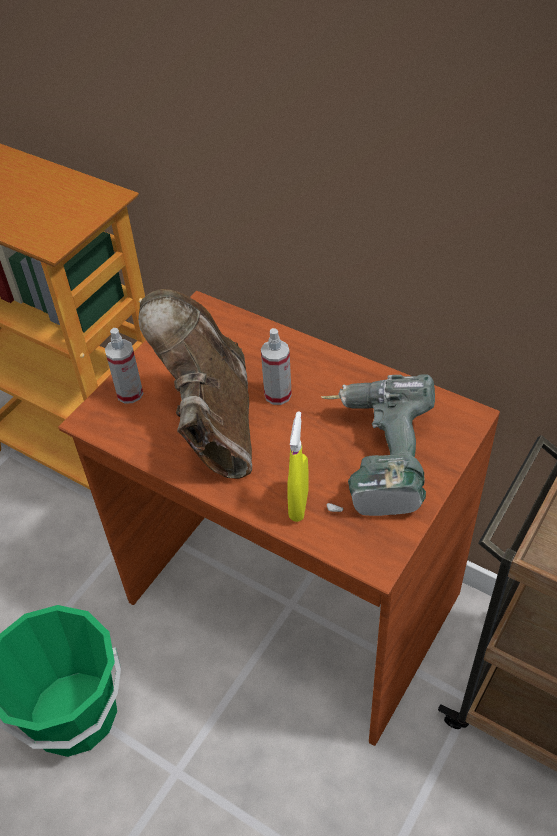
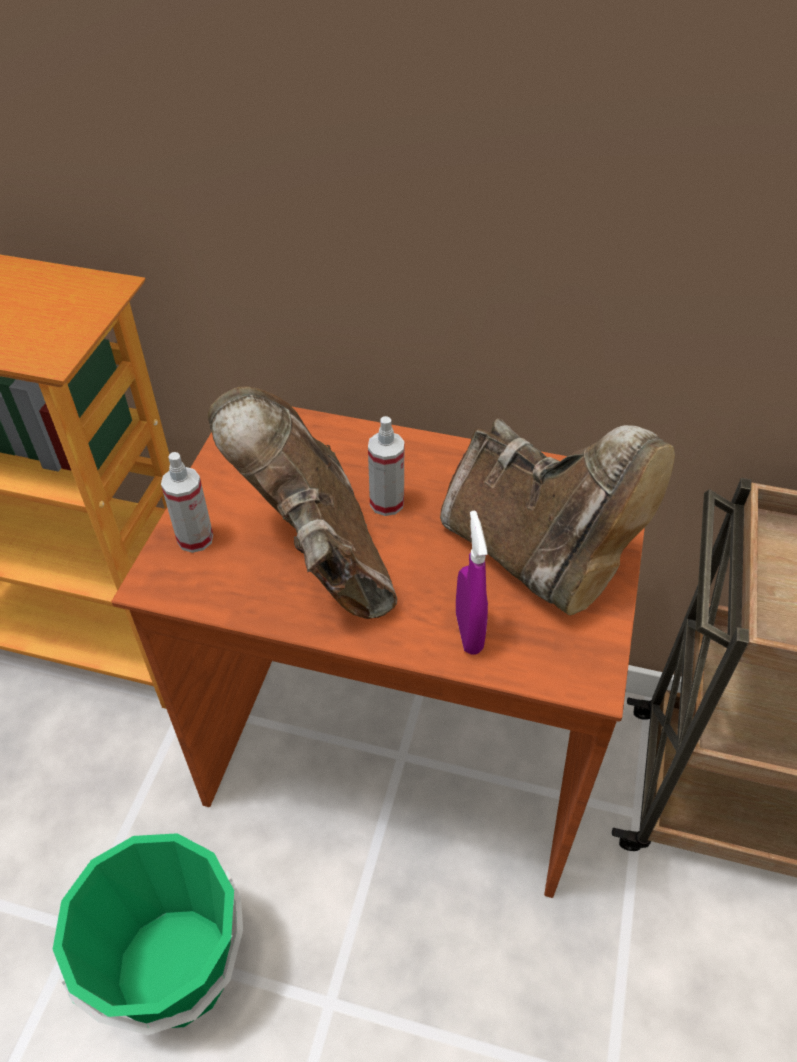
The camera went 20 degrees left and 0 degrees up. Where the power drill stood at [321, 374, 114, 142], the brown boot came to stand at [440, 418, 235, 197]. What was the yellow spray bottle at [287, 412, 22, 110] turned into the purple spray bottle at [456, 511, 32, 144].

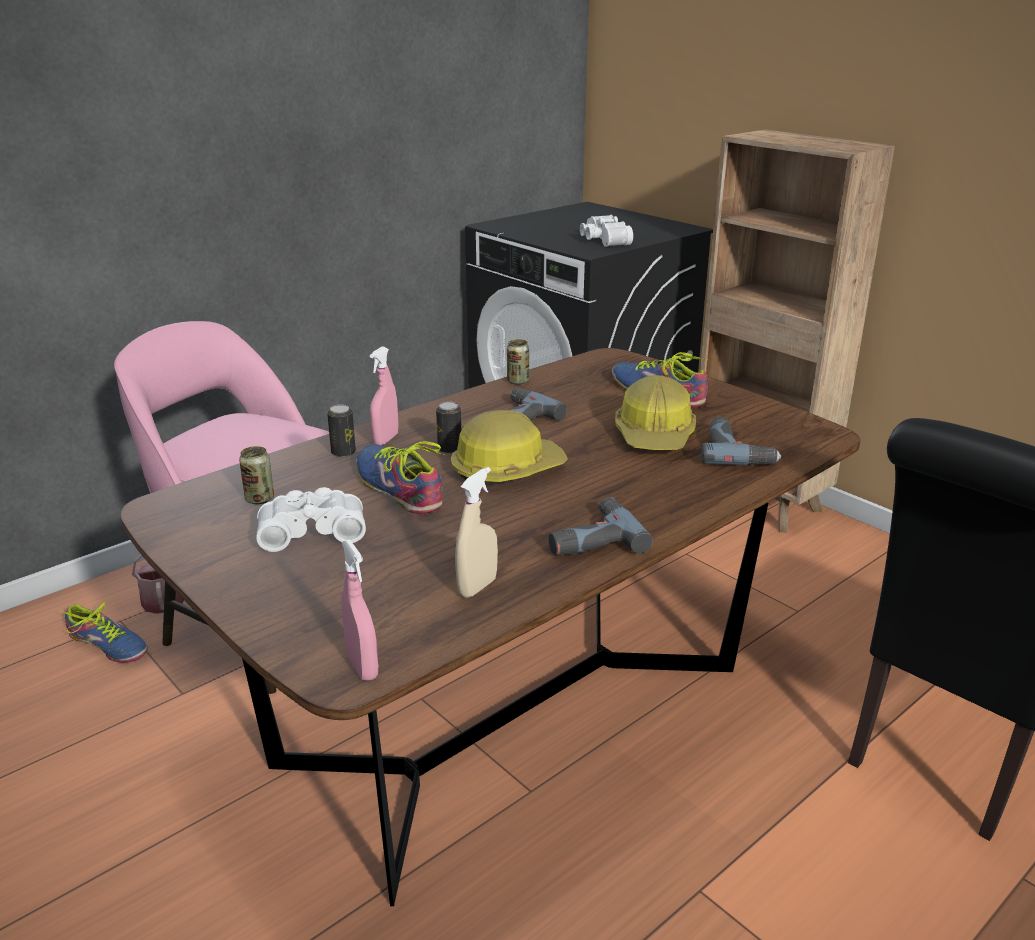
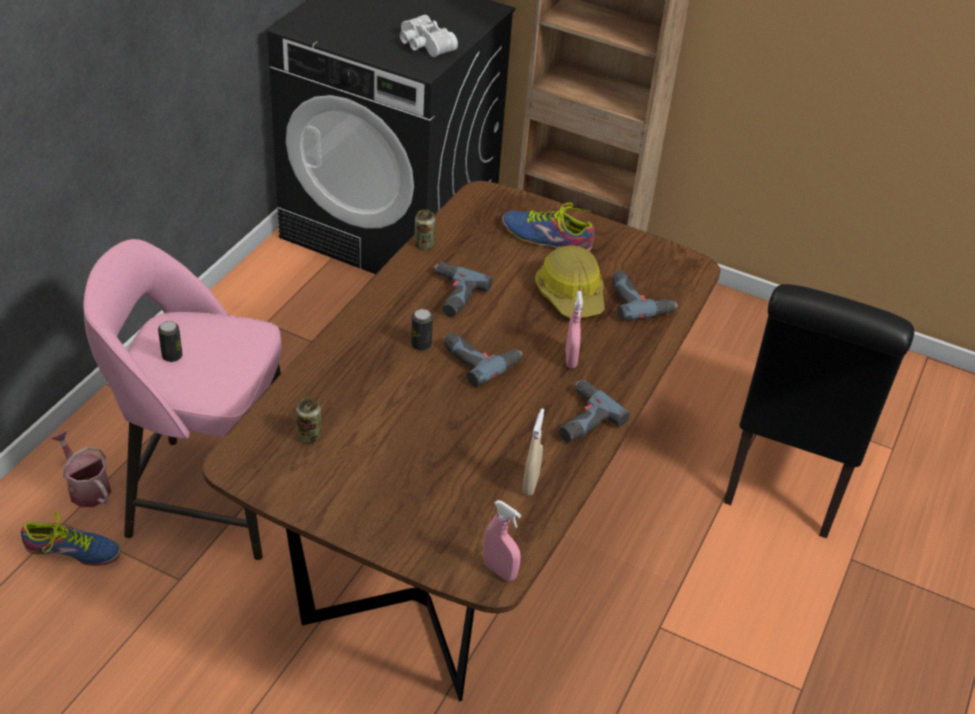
The camera went 25 degrees left and 15 degrees up. The can ended up elsewhere, having gone from [327, 405, 29, 52] to [158, 321, 24, 41]. Where the hard hat stood at [451, 410, 117, 72], the power drill came to stand at [443, 333, 79, 54]. The pink spray bottle ended up elsewhere, having gone from [370, 347, 28, 98] to [566, 291, 17, 77]. The second view lost the white binoculars at [256, 487, 110, 65]. The second view lost the shoe at [356, 441, 89, 73].

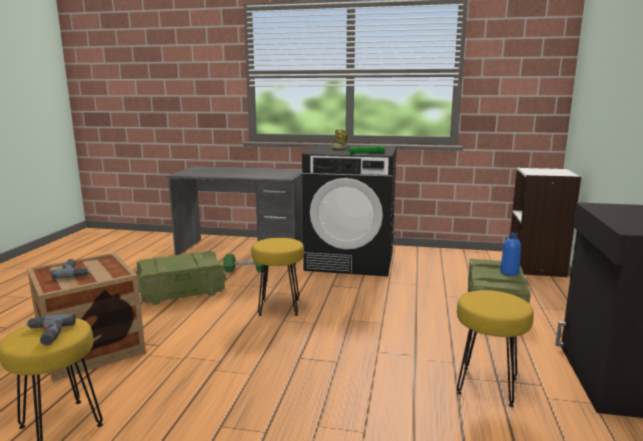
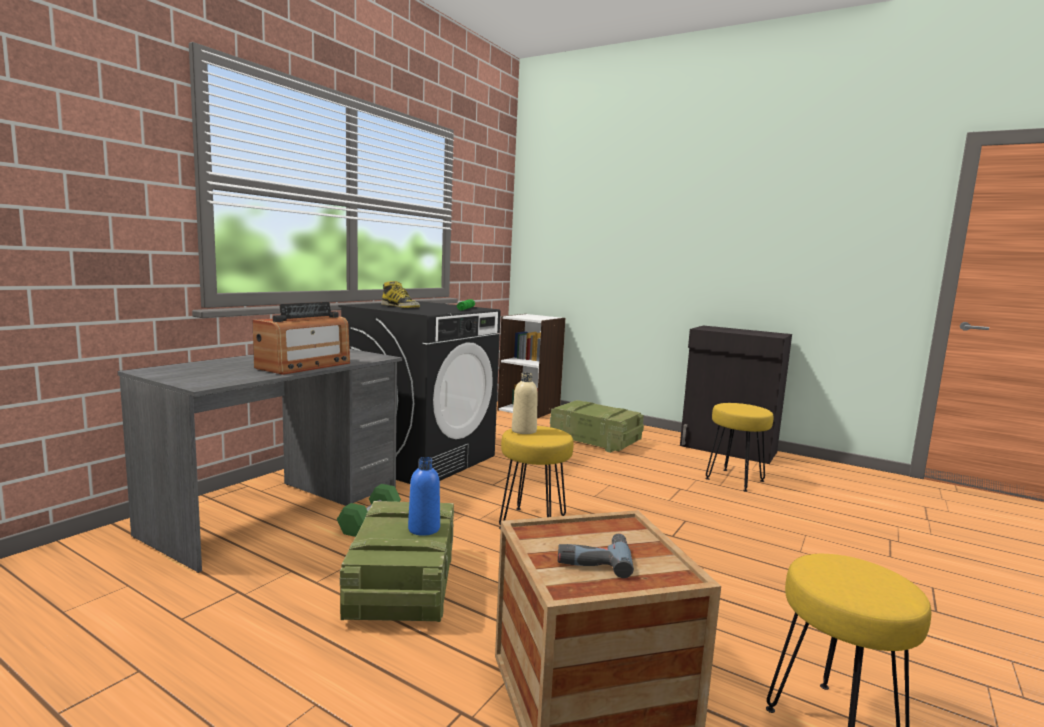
The camera went 70 degrees left and 5 degrees down. The second view gained the radio at [252, 302, 98, 73]. The blue bottle ended up elsewhere, having gone from [500, 232, 21, 44] to [408, 457, 32, 79]. The second view gained the beige bottle at [512, 373, 26, 61]. The second view lost the power drill at [26, 314, 50, 31].

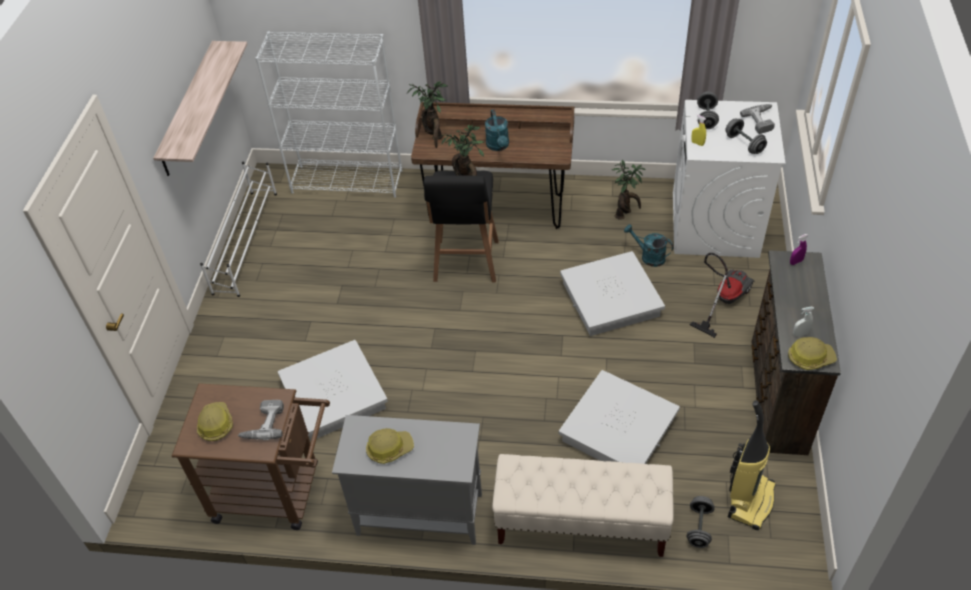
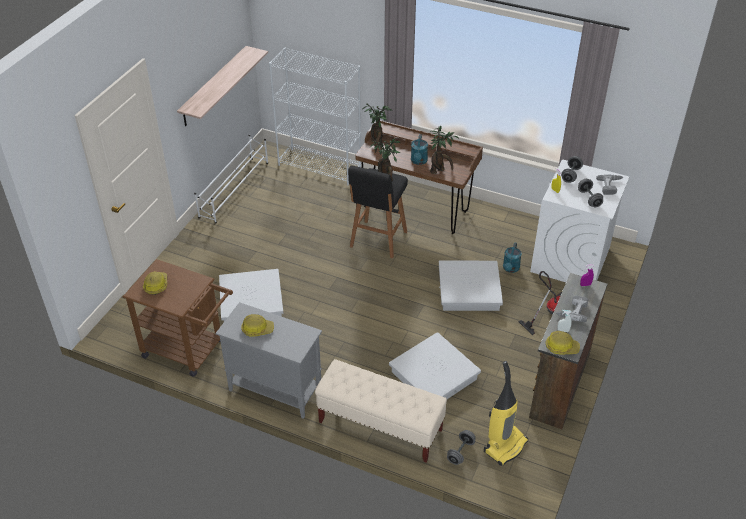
The camera went 15 degrees right and 5 degrees down. The potted plant ended up elsewhere, having gone from [612, 160, 34, 60] to [430, 126, 29, 48]. The turquoise watering can at [624, 224, 49, 43] ended up facing another way, 120 degrees counterclockwise from before. The power drill ended up elsewhere, having gone from [238, 400, 46, 40] to [556, 295, 32, 27].

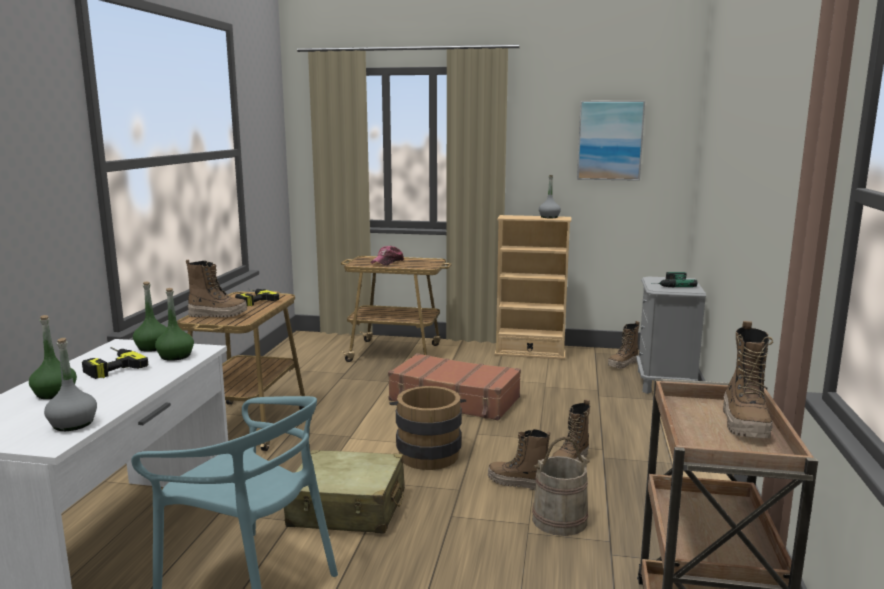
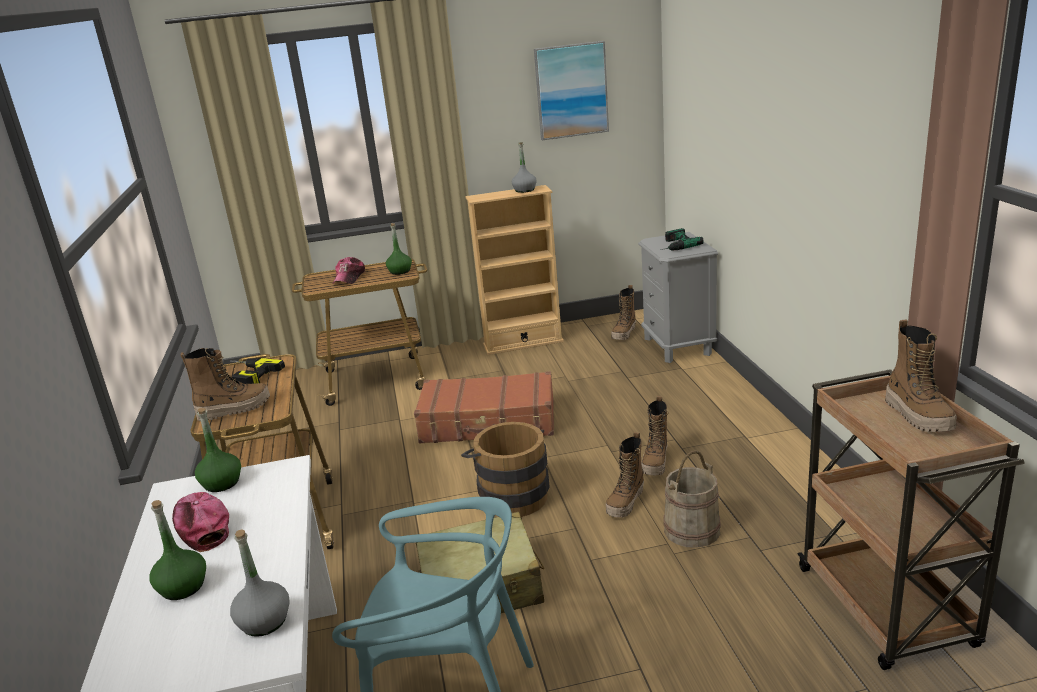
The camera went 20 degrees left and 10 degrees up. Where the power drill stood at [82, 347, 66, 32], the cap came to stand at [172, 492, 57, 60]. The green bottle ended up elsewhere, having gone from [155, 288, 39, 73] to [386, 223, 26, 52]. The boot at [488, 429, 63, 62] ended up facing another way, 60 degrees counterclockwise from before.

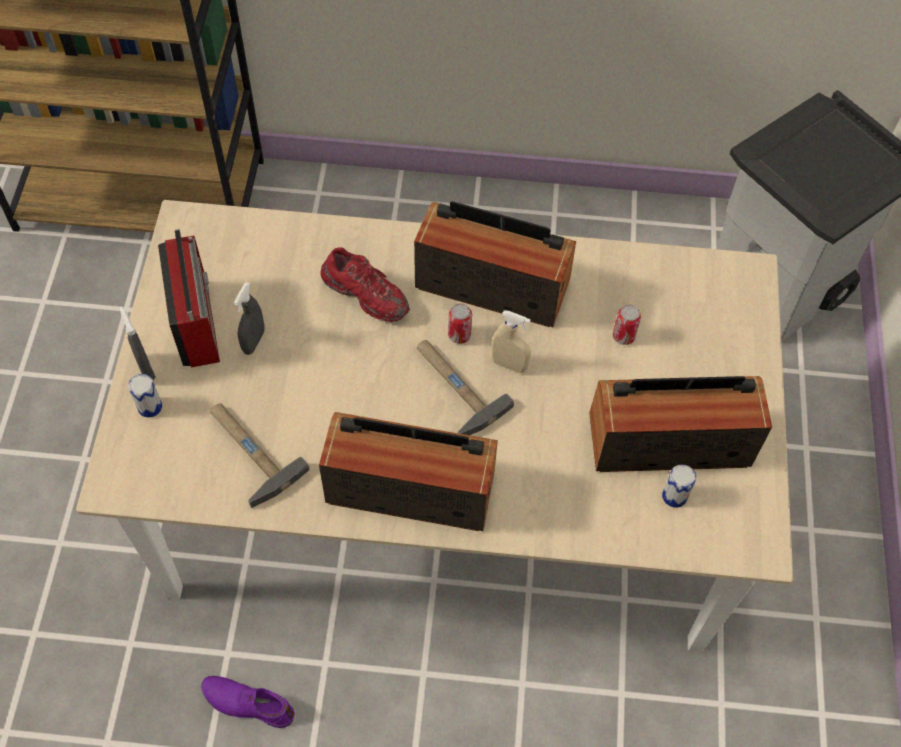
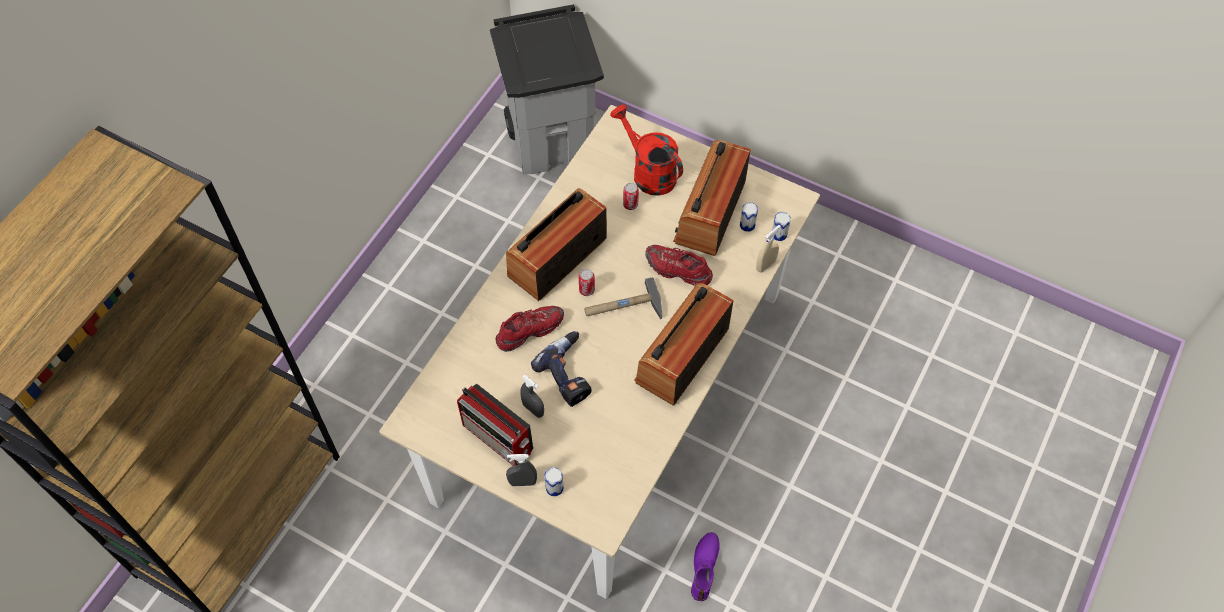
The camera went 65 degrees left and 0 degrees up. The radio at [158, 229, 62, 139] ended up facing another way, 150 degrees counterclockwise from before. The second view gained the power drill at [531, 331, 61, 76]. The second view gained the red watering can at [610, 104, 73, 92]. The second view gained the red shoe at [645, 245, 68, 41]. The purple shoe at [201, 676, 94, 52] ended up facing another way, 150 degrees clockwise from before. The beige spray bottle ended up elsewhere, having gone from [492, 310, 39, 63] to [756, 225, 25, 47]. The second view gained the can at [772, 212, 19, 29]. The second view lost the hammer at [210, 403, 100, 105].

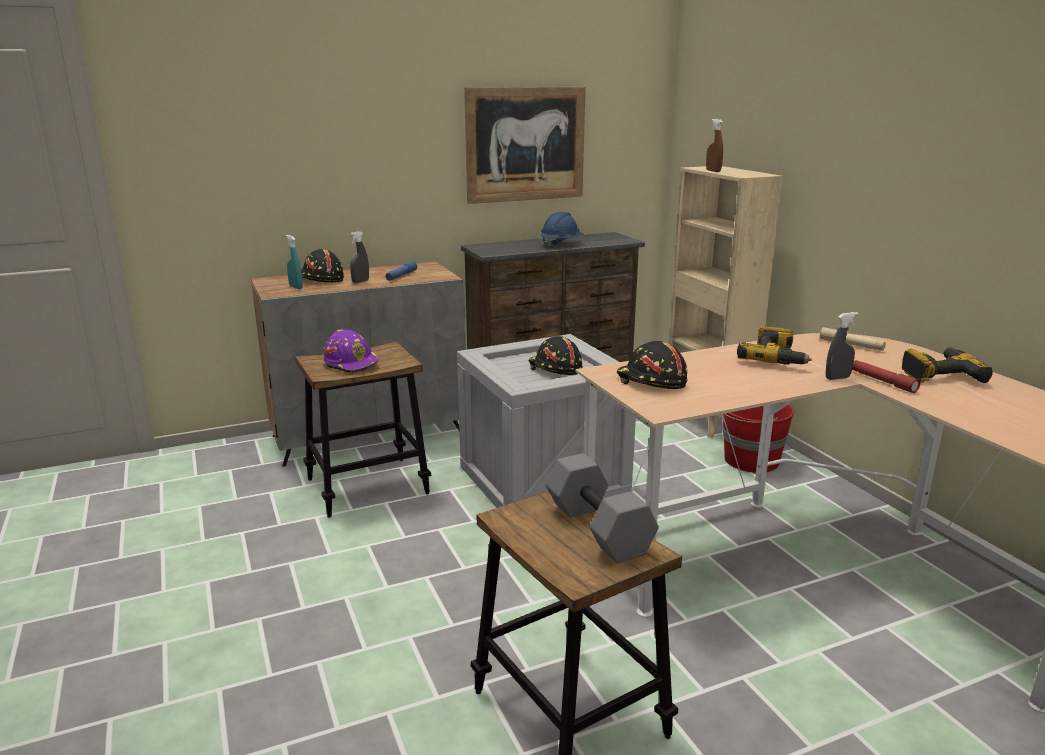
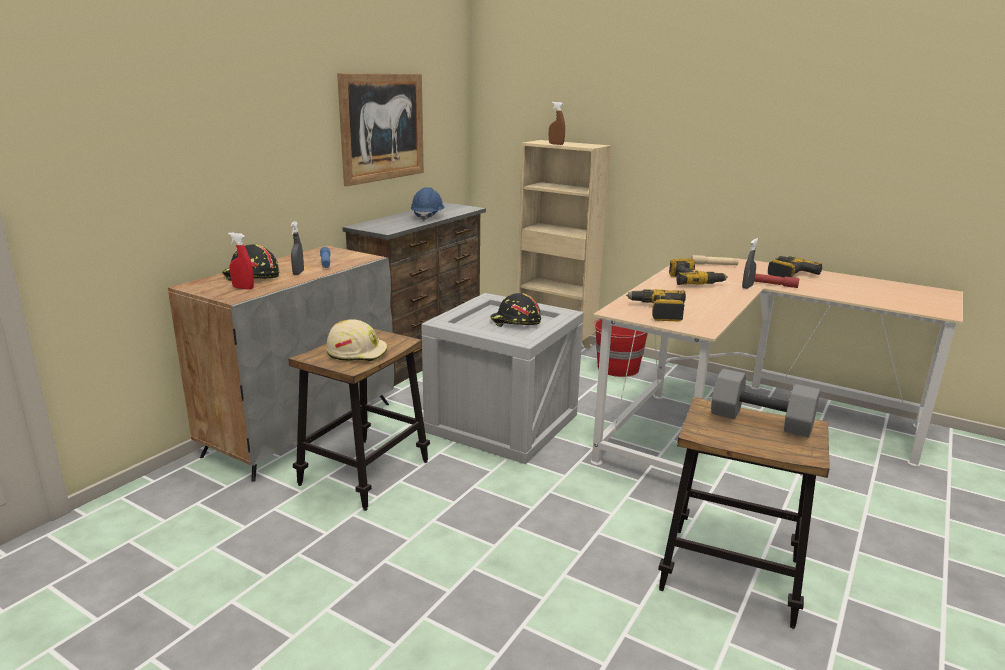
The camera went 35 degrees left and 0 degrees up. What was the turquoise spray bottle at [286, 235, 17, 54] turned into the red spray bottle at [228, 233, 26, 57]. What was the purple hard hat at [324, 329, 55, 45] turned into the beige hard hat at [326, 319, 62, 42]. Where the black hard hat stood at [617, 341, 70, 48], the power drill came to stand at [626, 289, 60, 32].

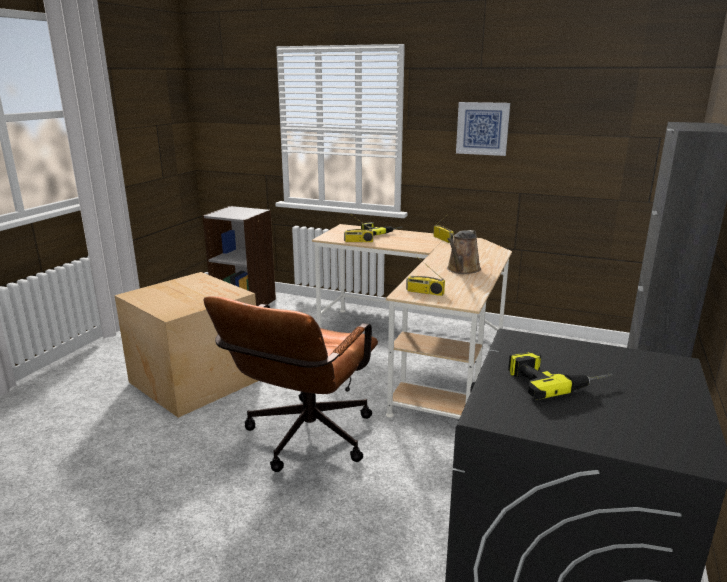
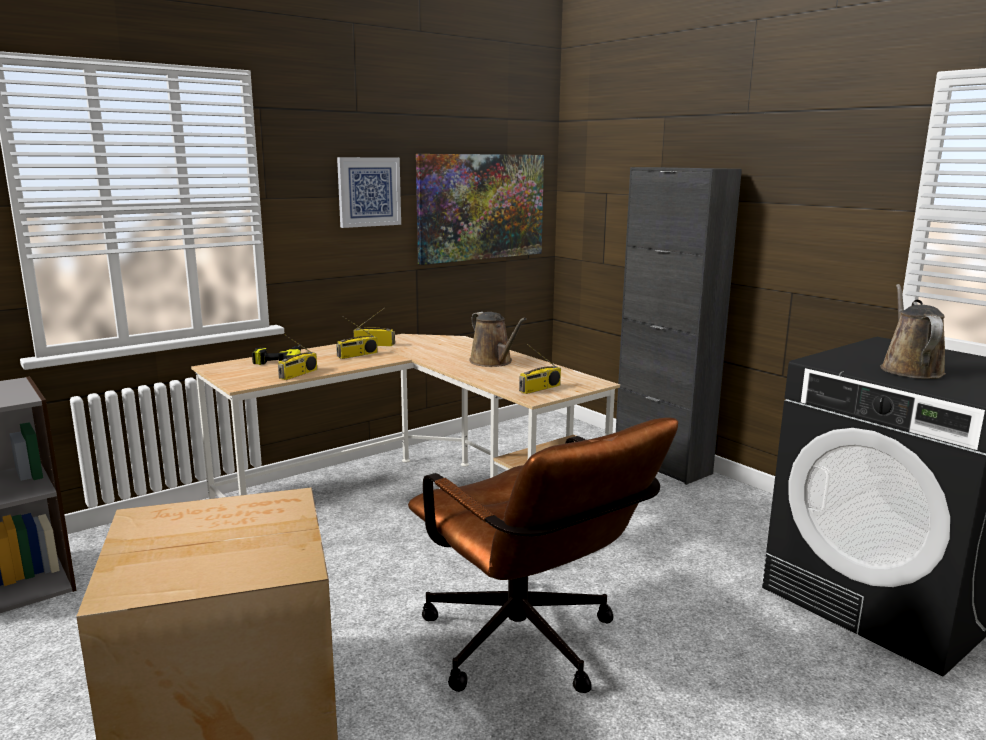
The camera went 60 degrees left and 5 degrees down. The second view gained the radio at [336, 316, 42, 43]. The second view gained the picture at [416, 154, 128, 111]. Where the power drill stood at [508, 350, 105, 49], the brown watering can came to stand at [881, 284, 65, 95].

